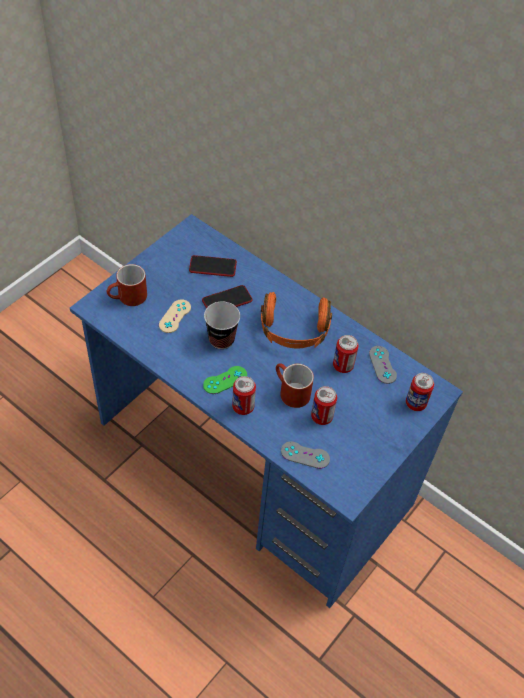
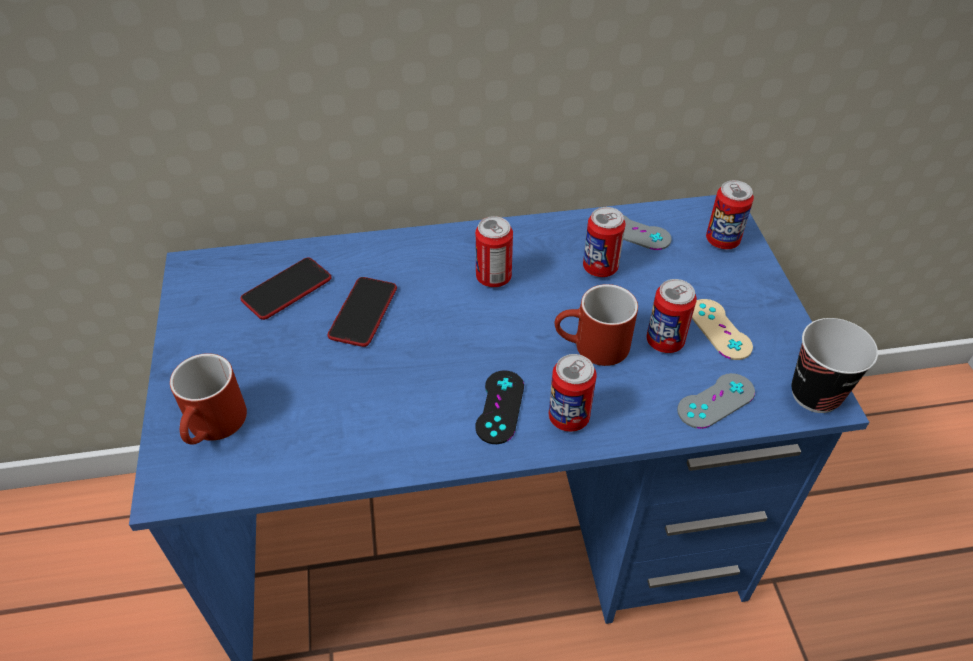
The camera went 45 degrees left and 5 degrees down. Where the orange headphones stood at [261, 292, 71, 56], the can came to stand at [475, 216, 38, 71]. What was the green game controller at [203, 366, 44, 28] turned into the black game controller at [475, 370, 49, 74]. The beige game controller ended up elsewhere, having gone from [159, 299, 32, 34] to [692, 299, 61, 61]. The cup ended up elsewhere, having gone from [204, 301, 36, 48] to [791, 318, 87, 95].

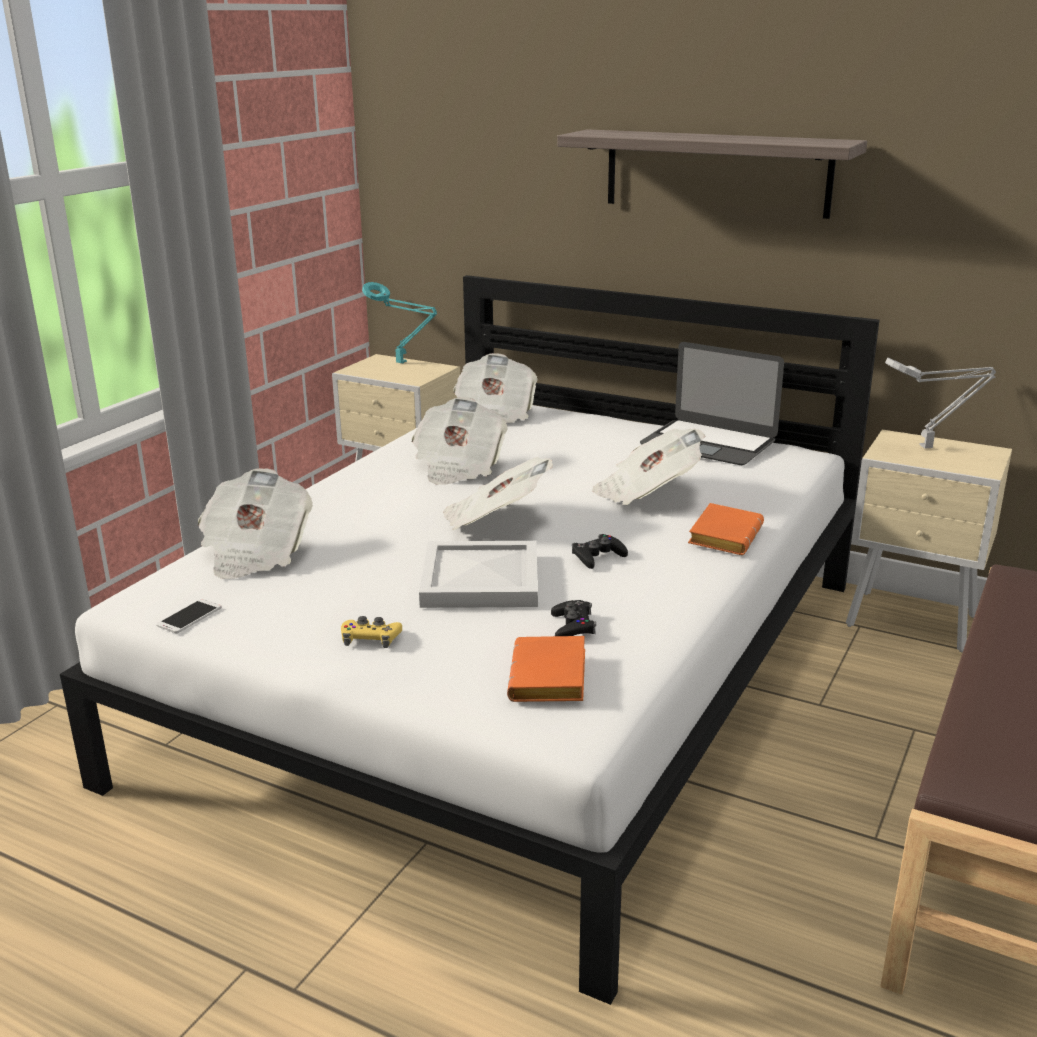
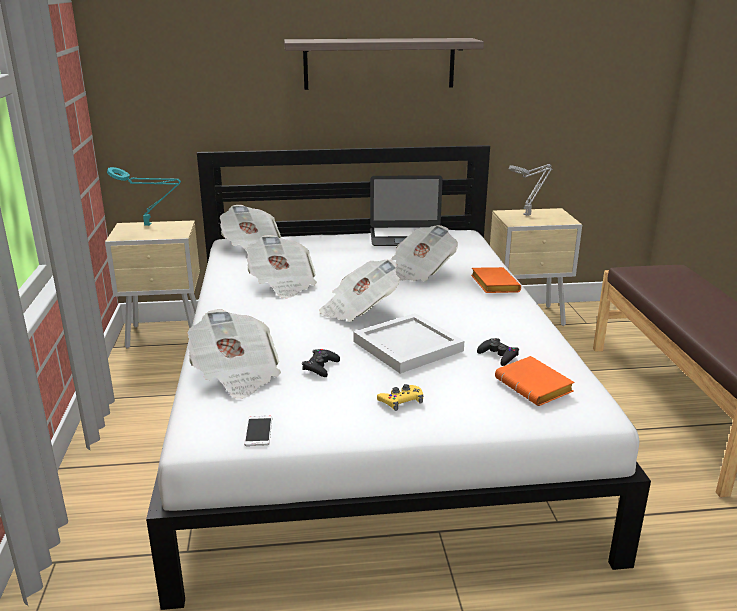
The camera went 35 degrees left and 0 degrees up. The black game controller ended up elsewhere, having gone from [572, 534, 56, 35] to [302, 349, 38, 28].

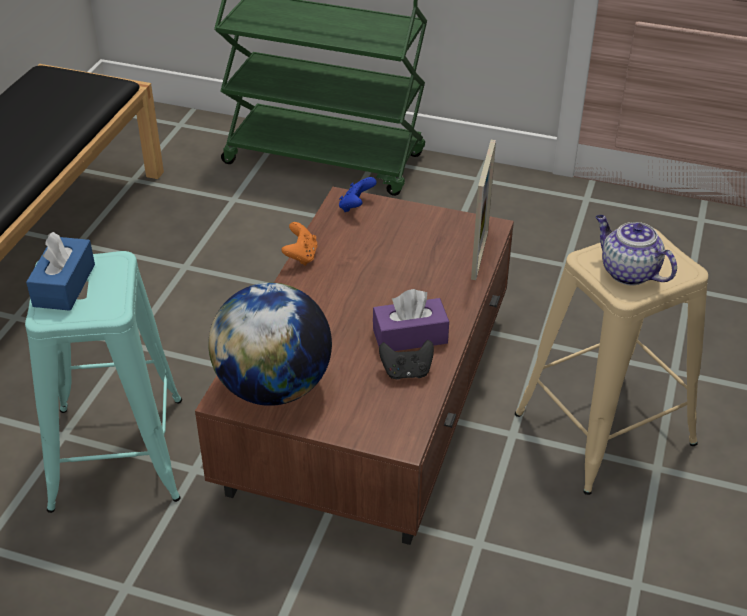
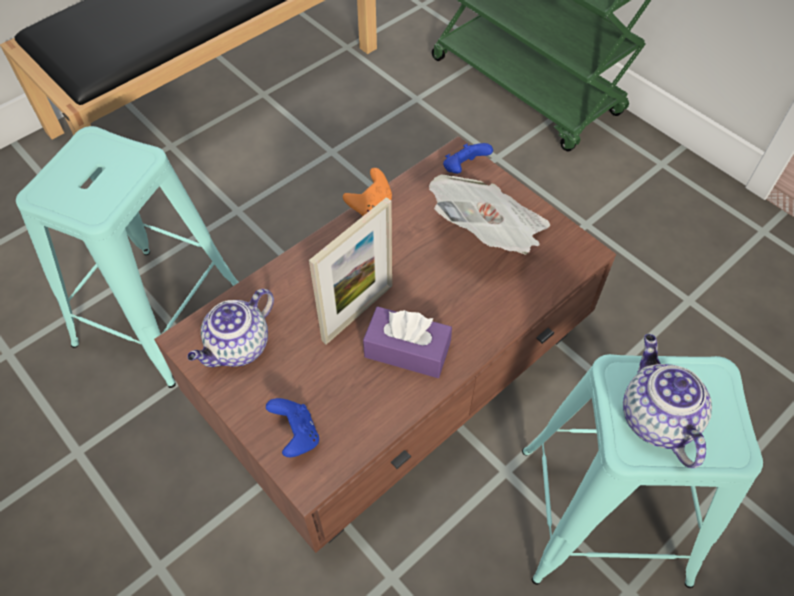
The camera went 30 degrees right and 15 degrees up. Where the globe stood at [208, 283, 124, 123], the teapot came to stand at [187, 289, 87, 78]. The second view gained the blue game controller at [266, 398, 53, 59]. The picture frame ended up elsewhere, having gone from [471, 140, 25, 140] to [309, 197, 83, 148]. The second view gained the newspaper at [429, 175, 121, 80]. What was the beige stool at [515, 229, 193, 266] turned into the turquoise stool at [522, 354, 241, 234]. The second view lost the blue tissue box at [26, 232, 69, 79]. The second view lost the black game controller at [379, 340, 55, 40].

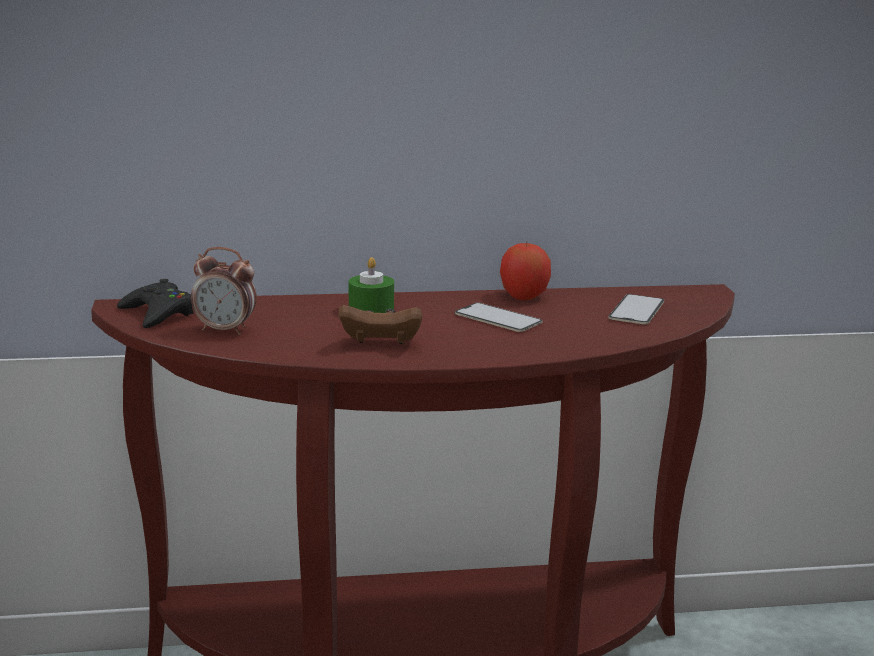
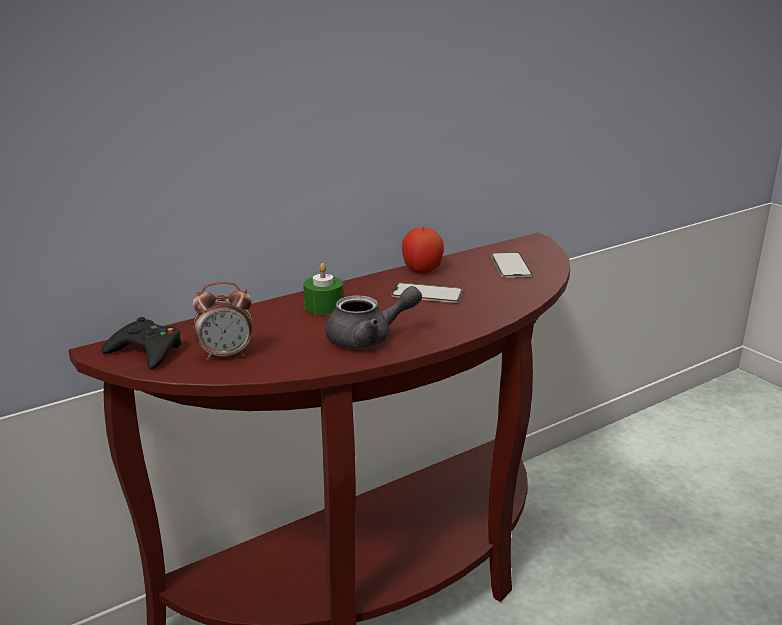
The camera went 25 degrees left and 5 degrees up. Where the brown game controller stood at [338, 305, 85, 39], the grey teapot came to stand at [326, 286, 96, 62].

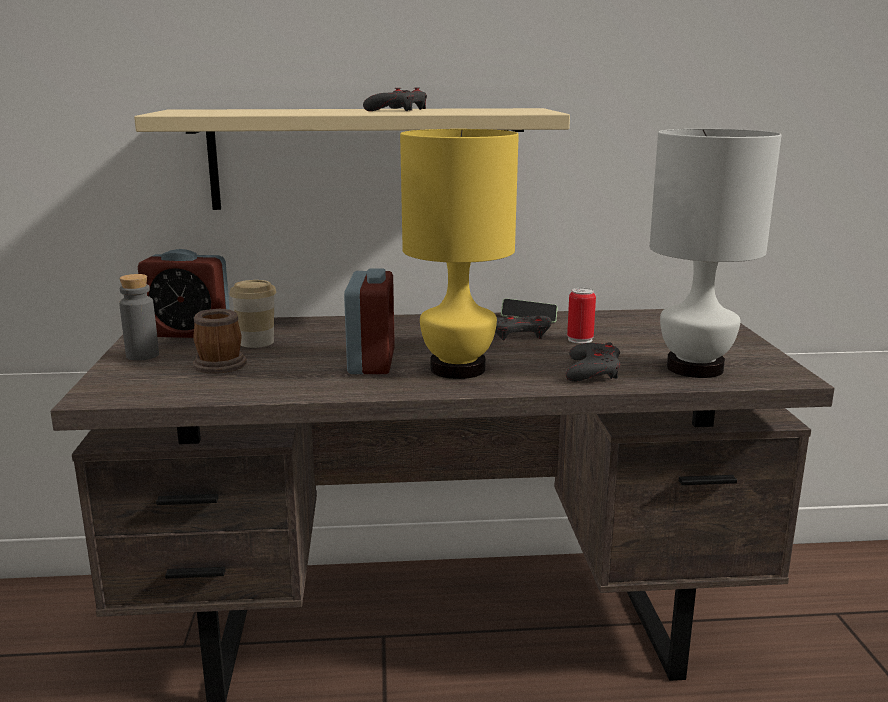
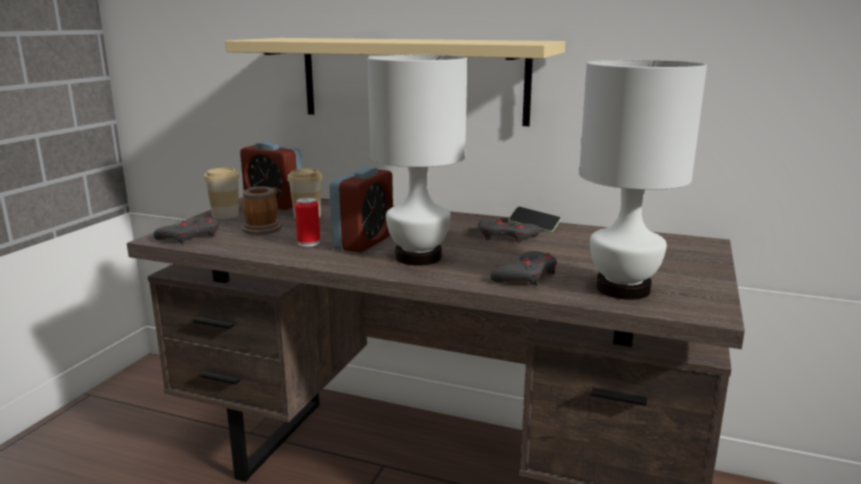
The camera went 25 degrees right and 0 degrees up. The grey game controller ended up elsewhere, having gone from [363, 87, 64, 24] to [153, 217, 66, 27]. Where the grey bottle stood at [119, 274, 40, 87], the cup came to stand at [204, 168, 36, 51]. The can ended up elsewhere, having gone from [567, 288, 29, 56] to [295, 197, 25, 50]. What was the yellow table lamp at [400, 129, 119, 250] turned into the white table lamp at [367, 55, 100, 210].

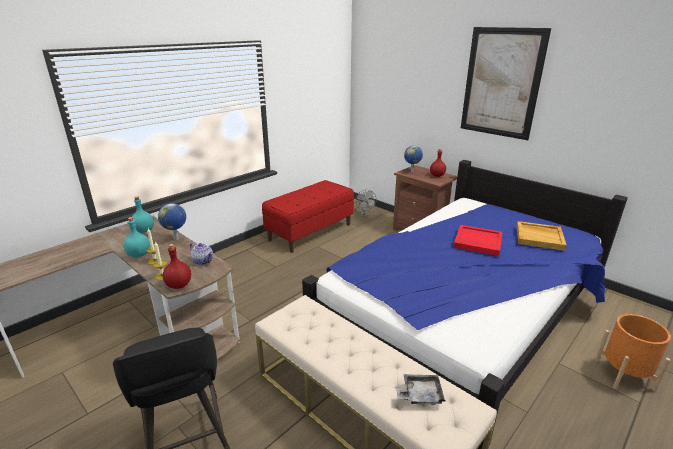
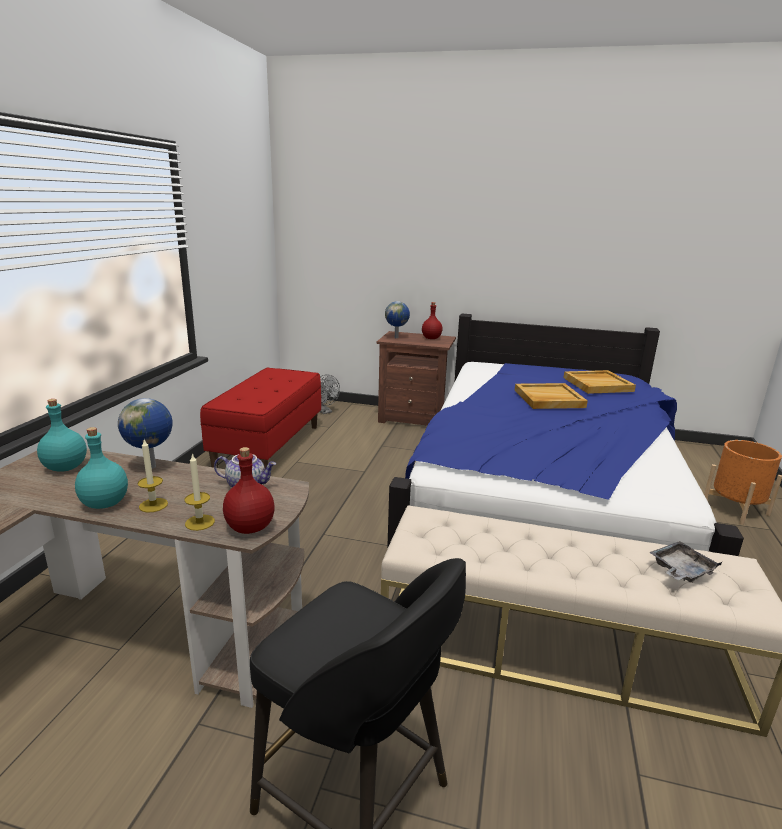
The camera went 30 degrees left and 5 degrees down. What was the red tray at [453, 225, 50, 31] turned into the beige tray at [515, 383, 73, 26]. The second view lost the picture at [461, 27, 90, 113].

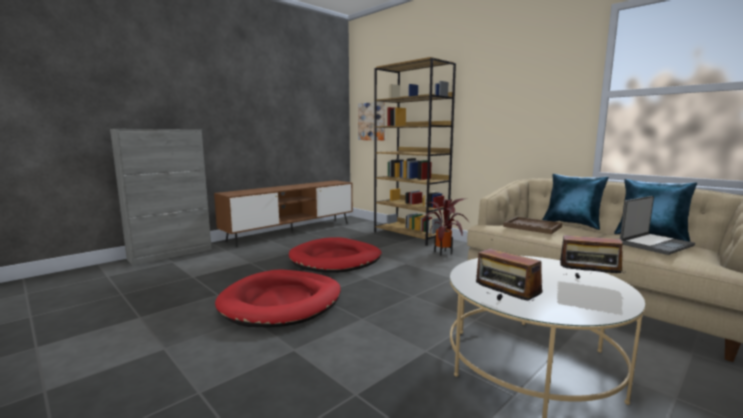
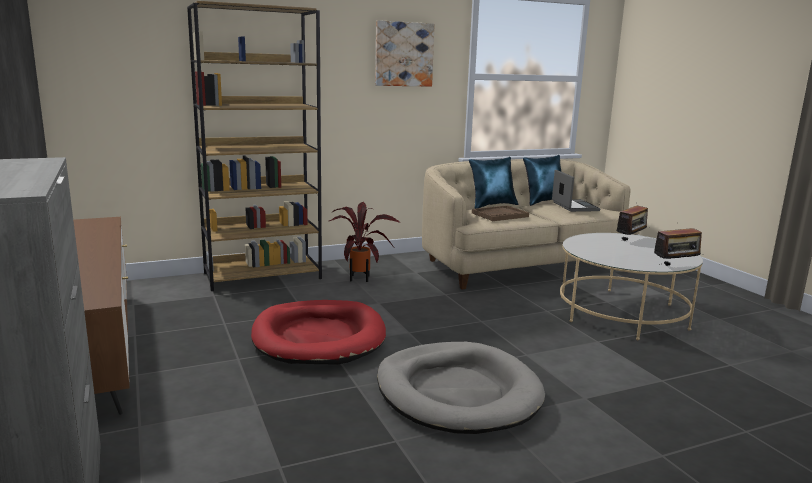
The camera went 70 degrees left and 5 degrees up. The picture ended up elsewhere, having gone from [358, 102, 27, 38] to [375, 20, 60, 67]. What was the red dog bed at [215, 269, 126, 59] turned into the grey dog bed at [377, 342, 168, 92].

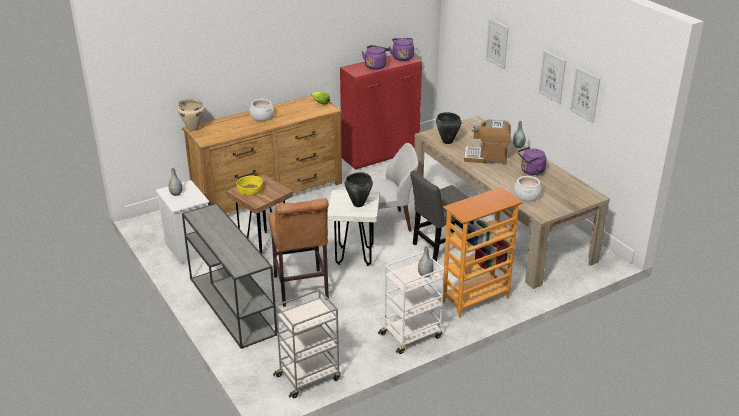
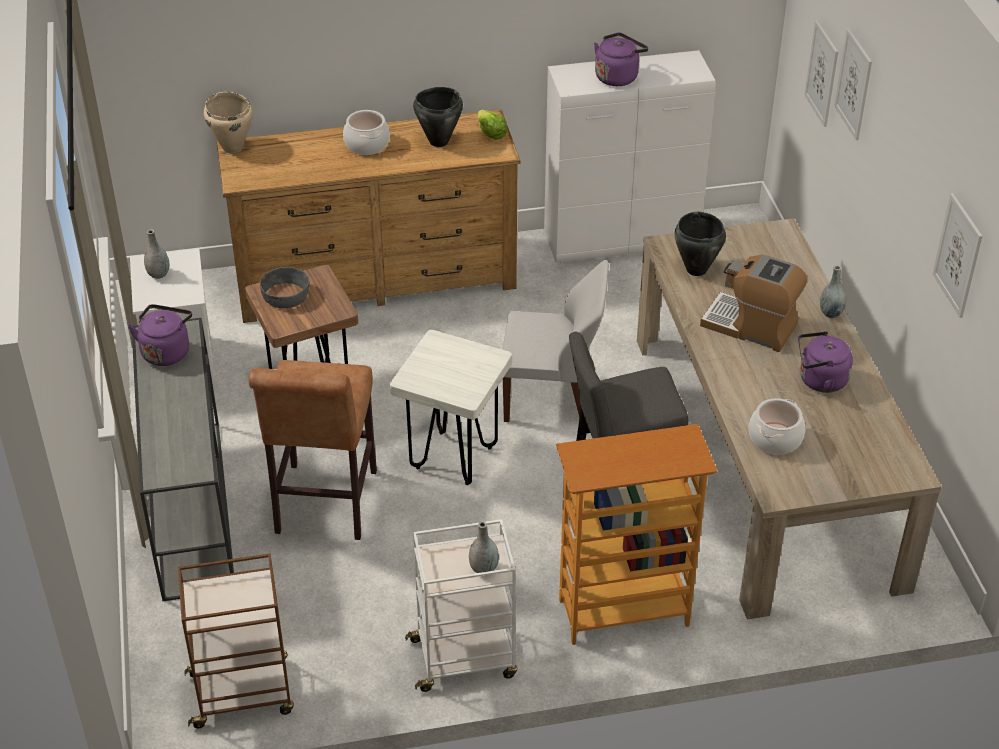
The camera went 20 degrees right and 10 degrees up. The purple kettle ended up elsewhere, having gone from [388, 38, 26, 23] to [128, 304, 64, 62]. What was the grey cart at [273, 289, 68, 109] turned into the brown cart at [178, 554, 116, 174]. What was the yellow bowl at [236, 176, 27, 19] turned into the grey bowl at [260, 267, 50, 41]. The black cooking pot ended up elsewhere, having gone from [345, 172, 28, 35] to [413, 87, 50, 60]. What was the red cabinet at [340, 55, 82, 115] turned into the white cabinet at [544, 50, 171, 213]. The picture ended up elsewhere, having gone from [538, 50, 28, 54] to [804, 20, 34, 107].

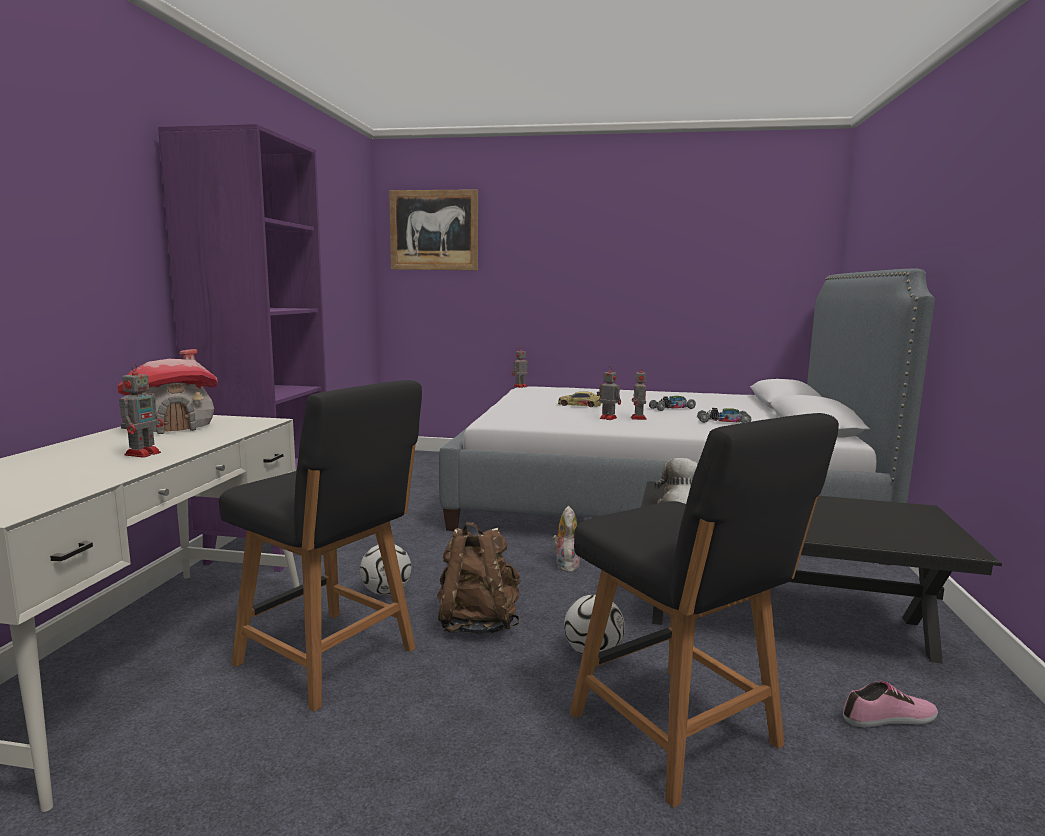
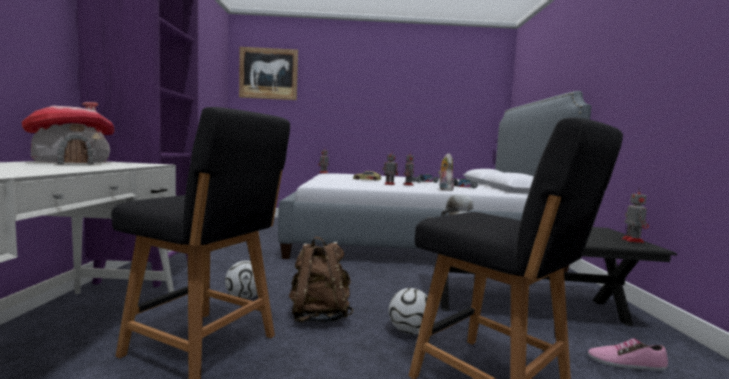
The camera went 10 degrees left and 5 degrees down. The plush toy ended up elsewhere, having gone from [553, 506, 27, 66] to [438, 153, 16, 38]. The shoe at [843, 681, 95, 46] ended up facing another way, 150 degrees counterclockwise from before. The toy robot ended up elsewhere, having gone from [119, 365, 44, 93] to [622, 189, 27, 54].

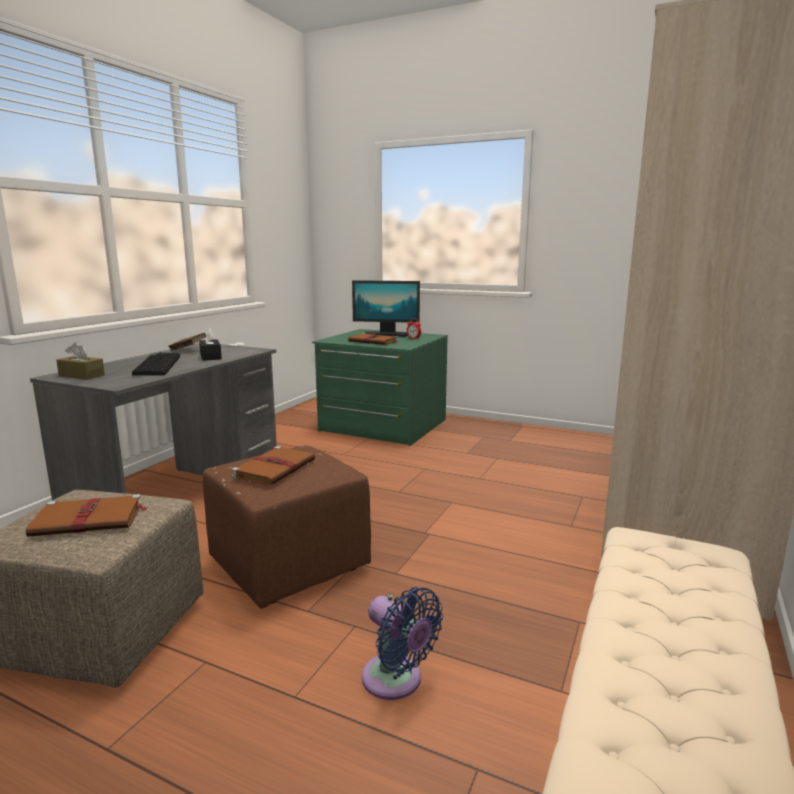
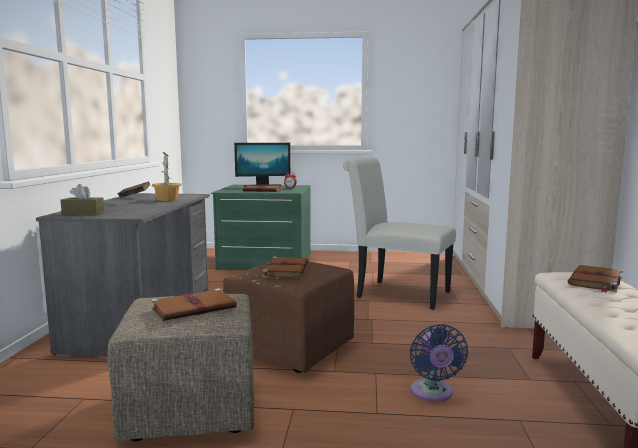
The camera went 20 degrees left and 5 degrees down. Where the black tissue box stood at [199, 328, 23, 33], the potted plant came to stand at [152, 152, 29, 49]. The second view gained the white chair at [343, 157, 113, 153]. The blue fan at [362, 587, 81, 113] ended up facing another way, 60 degrees clockwise from before. The second view gained the brown book at [568, 265, 55, 27]. The second view lost the keyboard at [132, 353, 48, 22].

